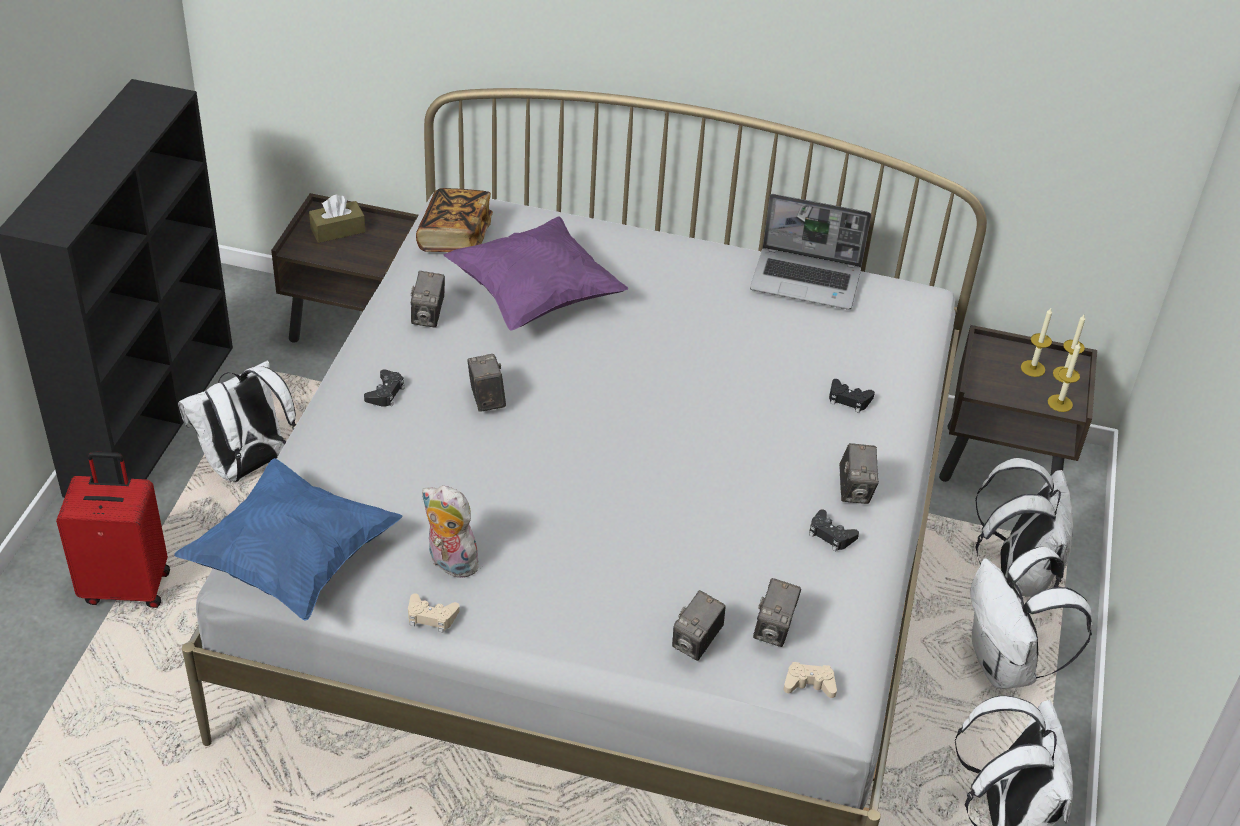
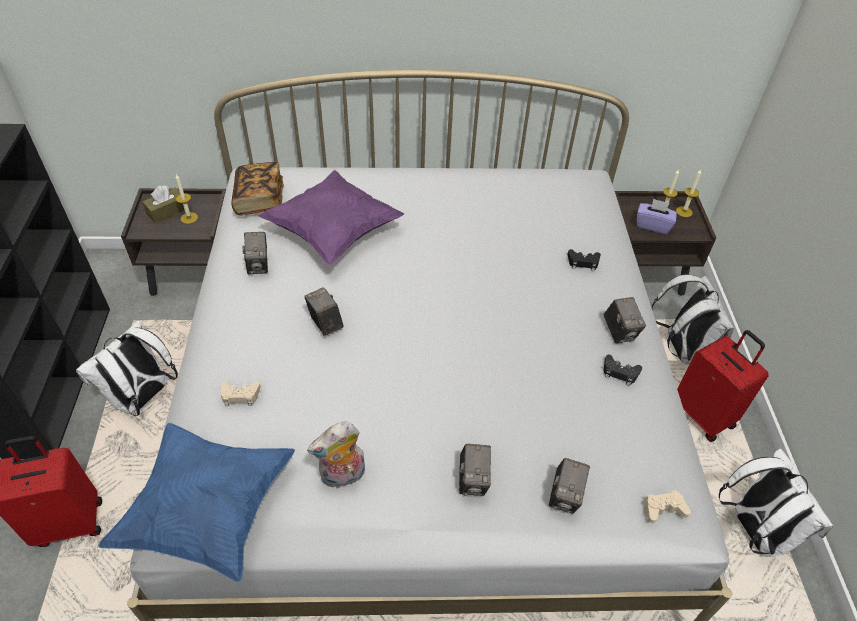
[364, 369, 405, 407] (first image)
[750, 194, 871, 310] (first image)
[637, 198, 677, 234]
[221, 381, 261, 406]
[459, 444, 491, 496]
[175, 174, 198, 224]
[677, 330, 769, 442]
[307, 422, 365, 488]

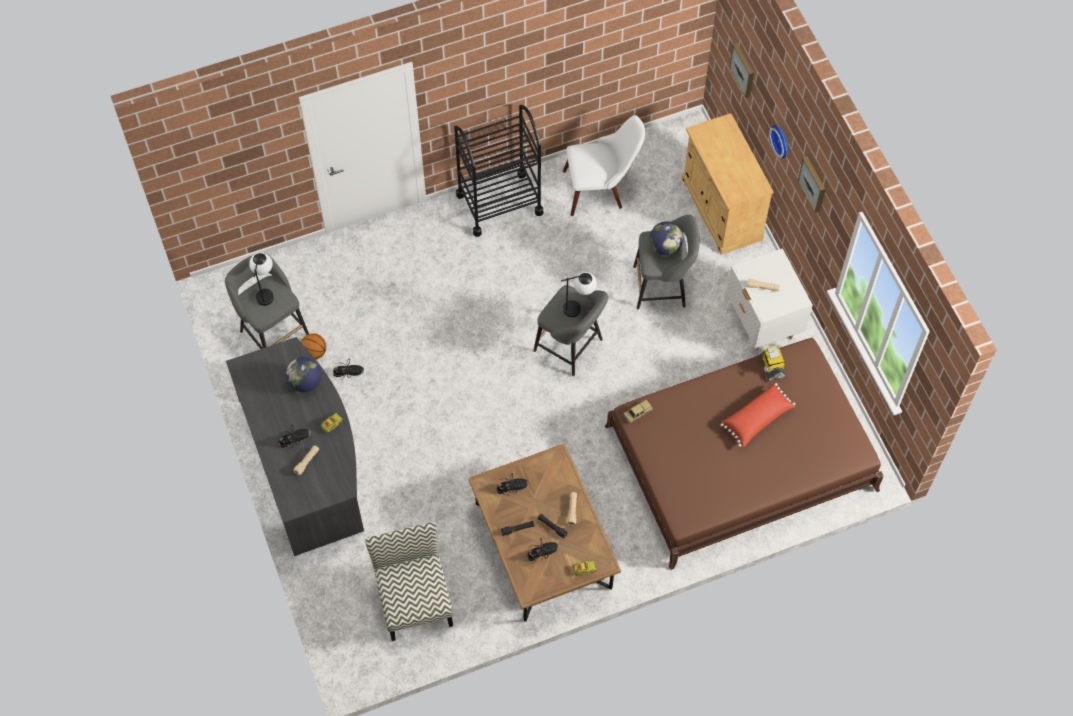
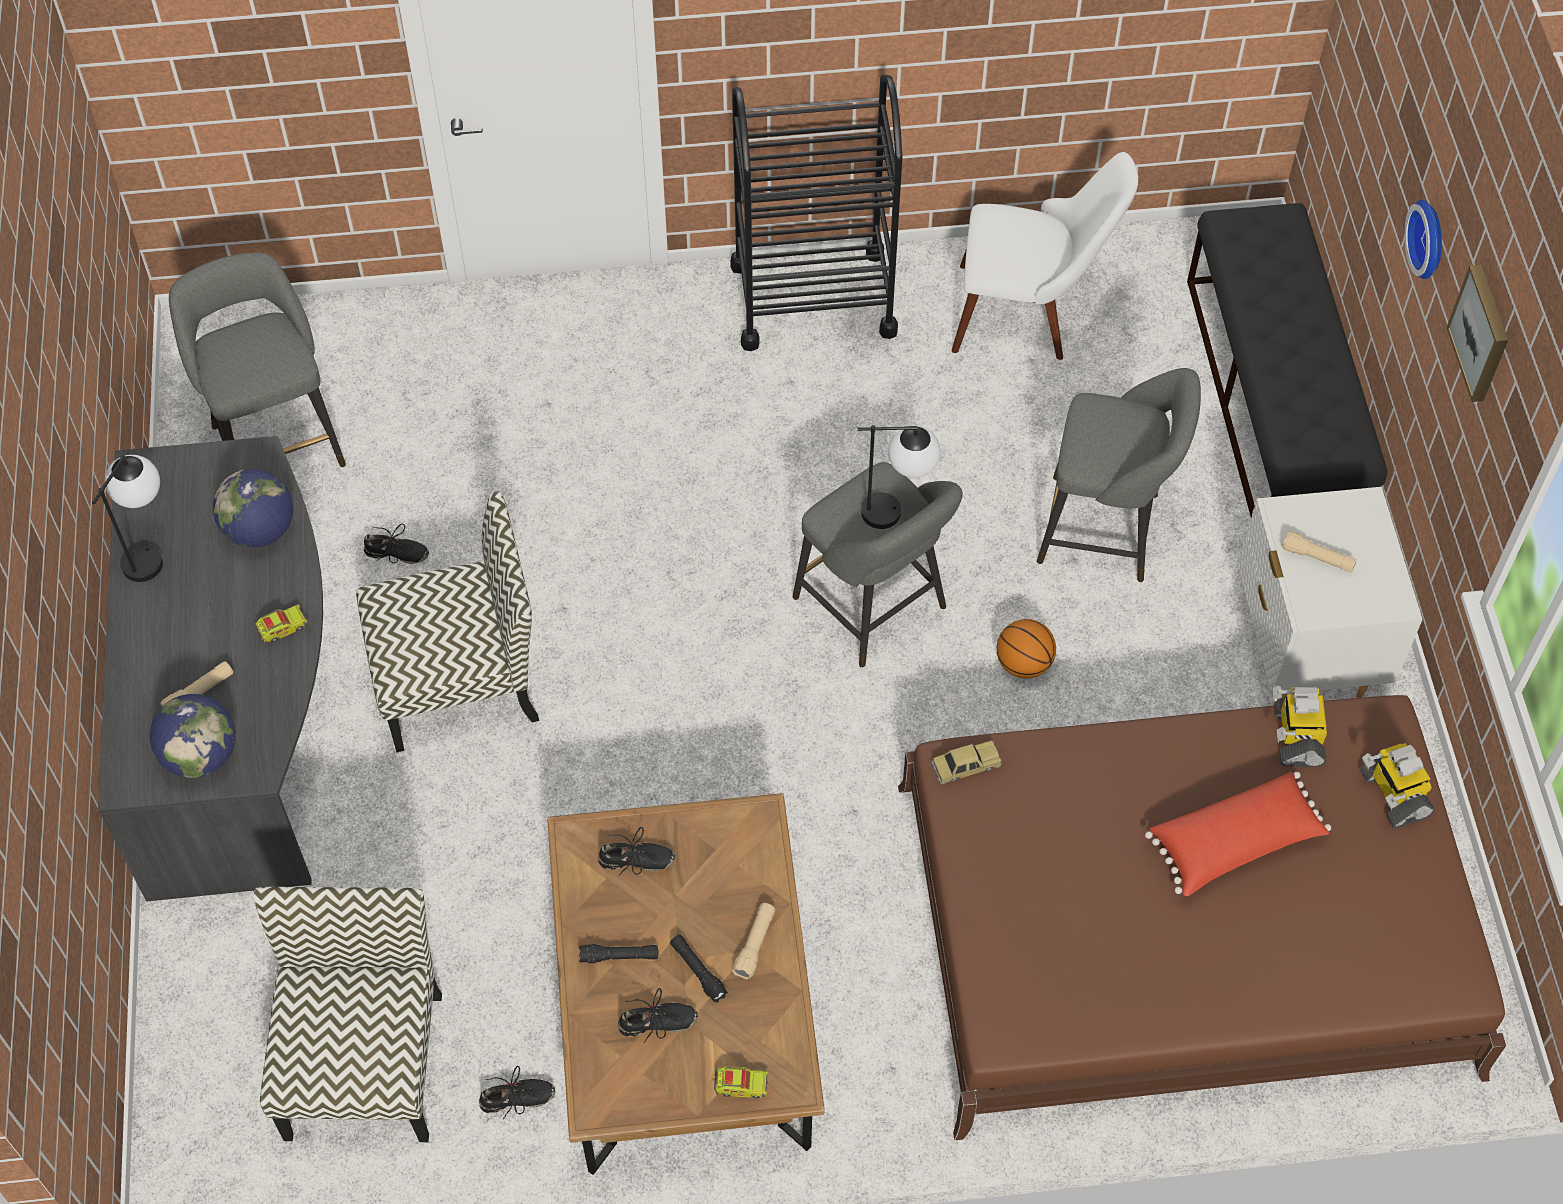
[729, 43, 754, 98] (first image)
[356, 491, 539, 752]
[1360, 743, 1435, 829]
[92, 455, 163, 582]
[479, 1066, 555, 1120]
[997, 619, 1056, 679]
[150, 694, 236, 778]
[1187, 203, 1388, 517]

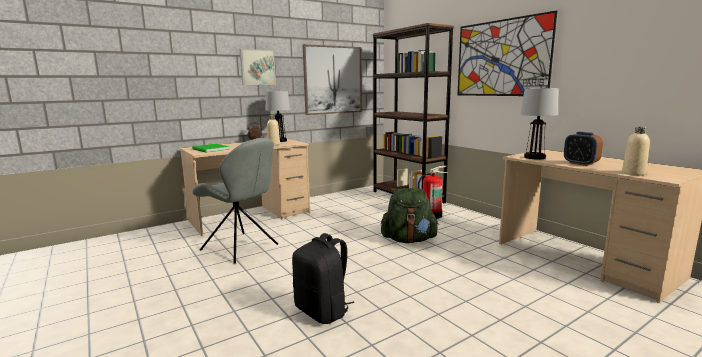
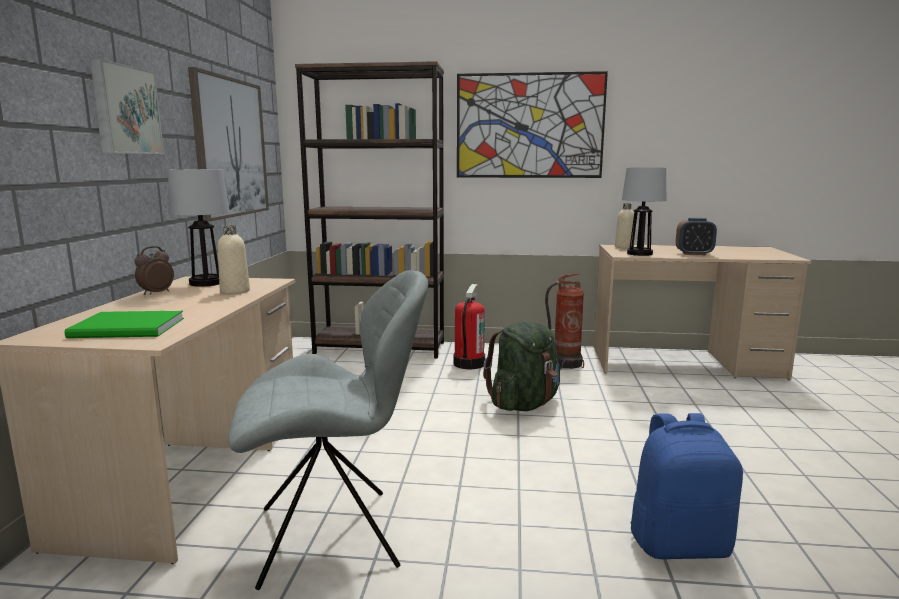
[545, 273, 584, 369]
[615, 203, 635, 248]
[631, 413, 743, 559]

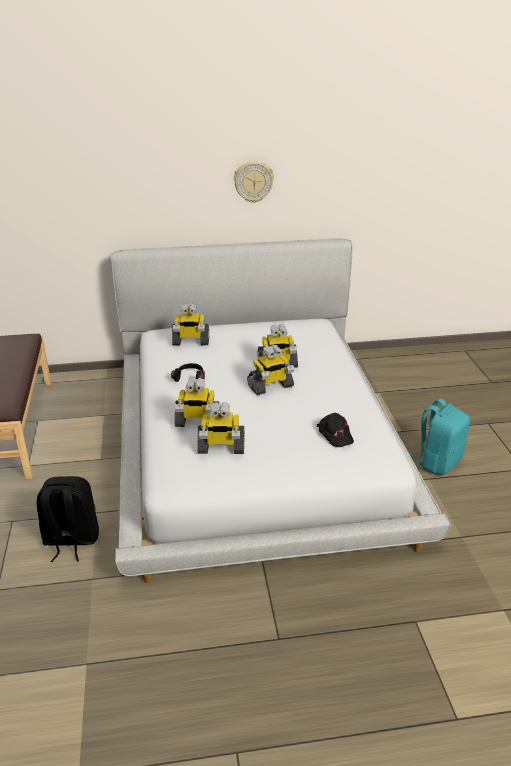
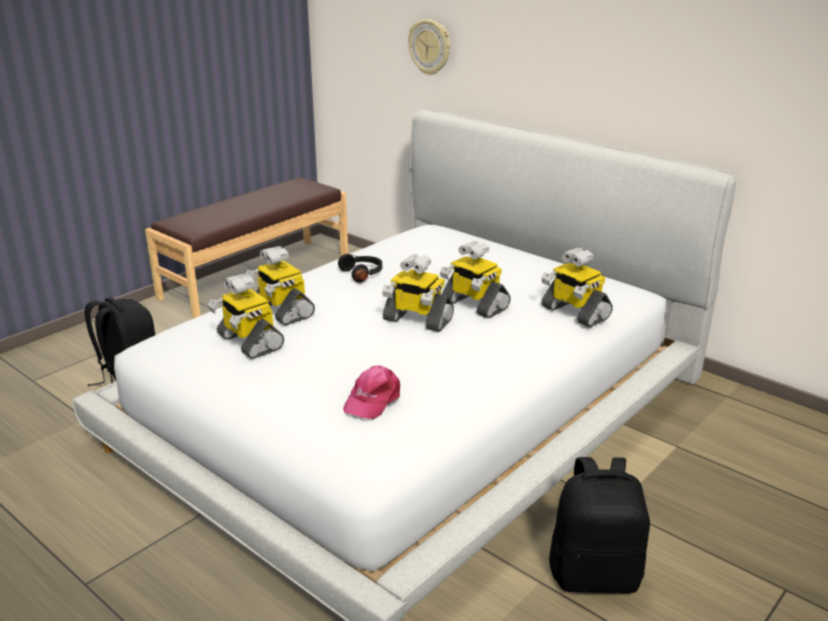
[541, 248, 613, 327]
[408, 19, 450, 75]
[343, 365, 400, 419]
[549, 457, 650, 593]

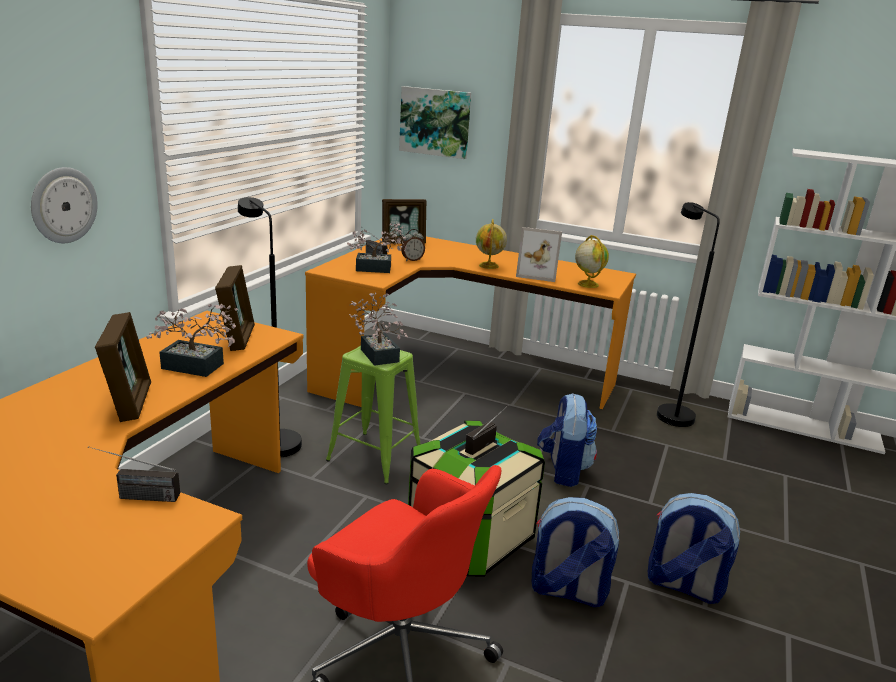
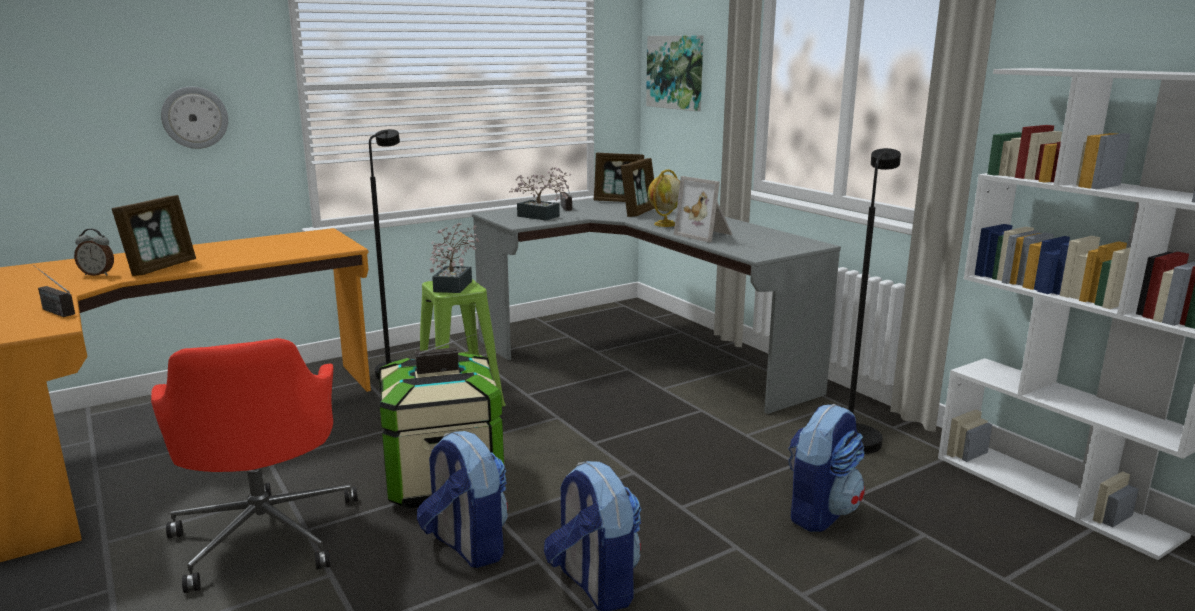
[146, 303, 238, 377] (first image)
[575, 235, 609, 288] (first image)
[621, 158, 655, 217]
[74, 229, 114, 276]
[788, 404, 865, 532]
[472, 199, 841, 414]

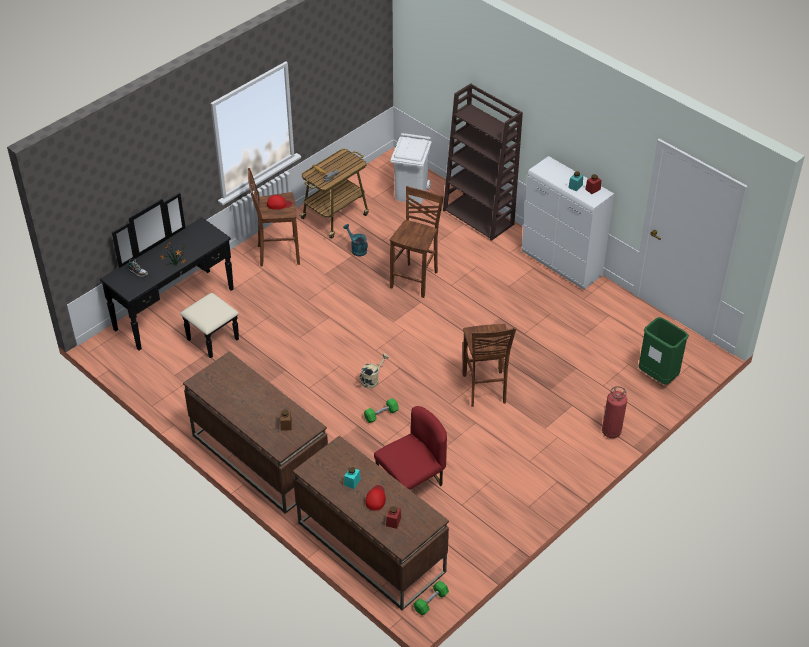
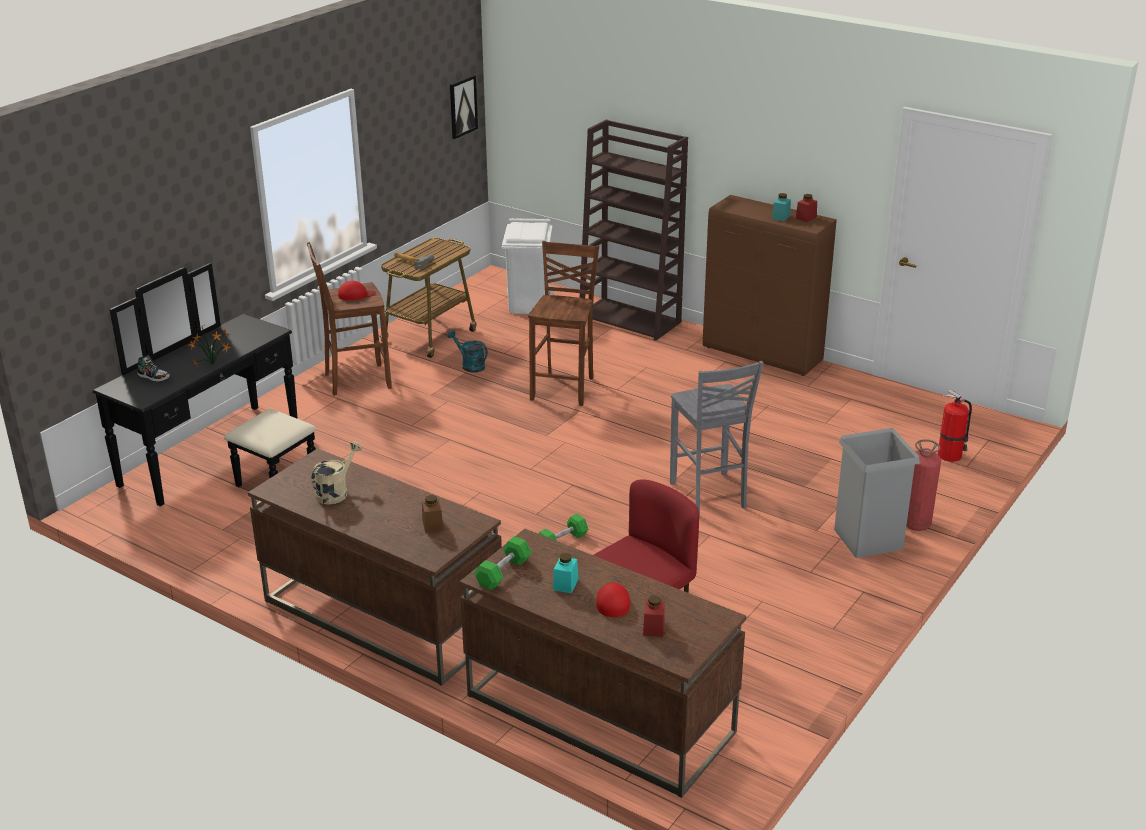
[450, 75, 478, 139]
[834, 428, 920, 558]
[311, 441, 362, 505]
[474, 536, 532, 590]
[938, 389, 972, 462]
[670, 361, 763, 517]
[703, 195, 837, 376]

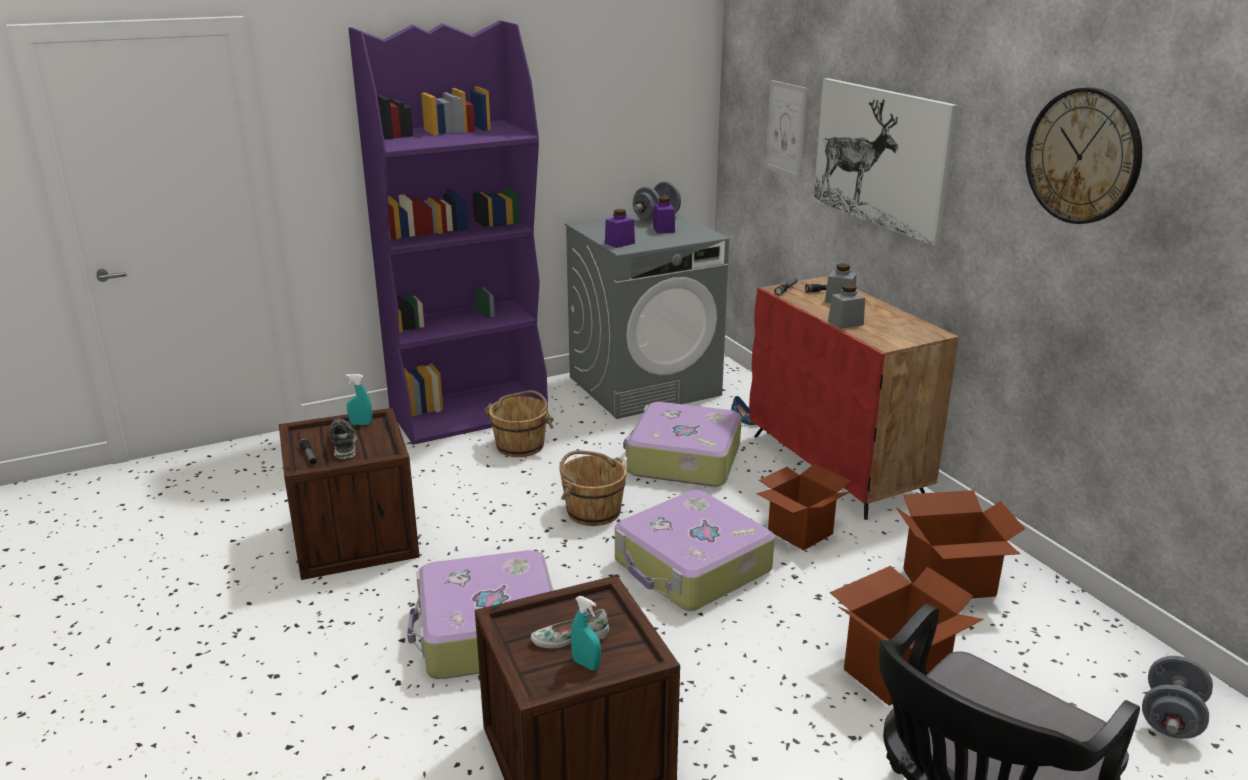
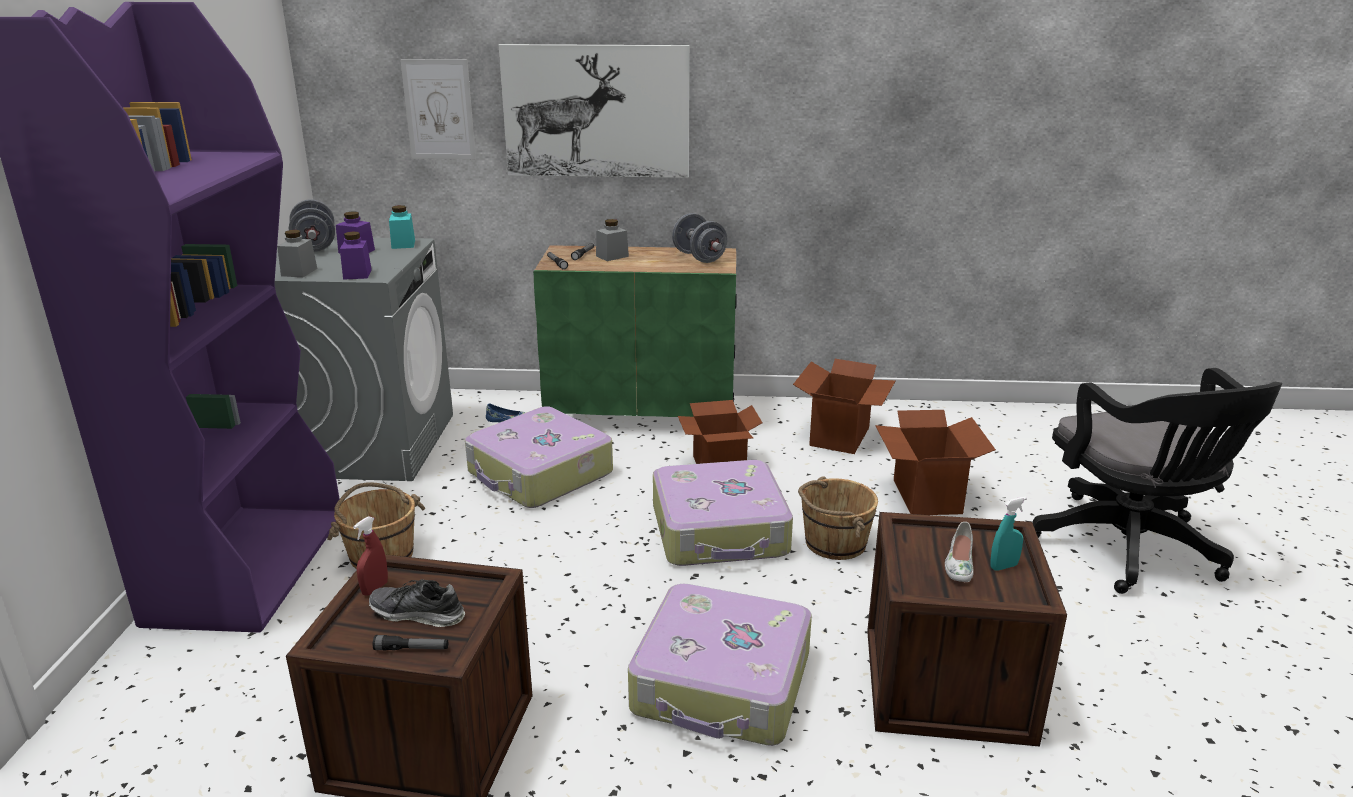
[1025, 87, 1142, 224] (first image)
[389, 205, 415, 249]
[798, 476, 878, 560]
[277, 230, 317, 277]
[672, 213, 728, 263]
[353, 516, 388, 596]
[533, 245, 737, 417]

